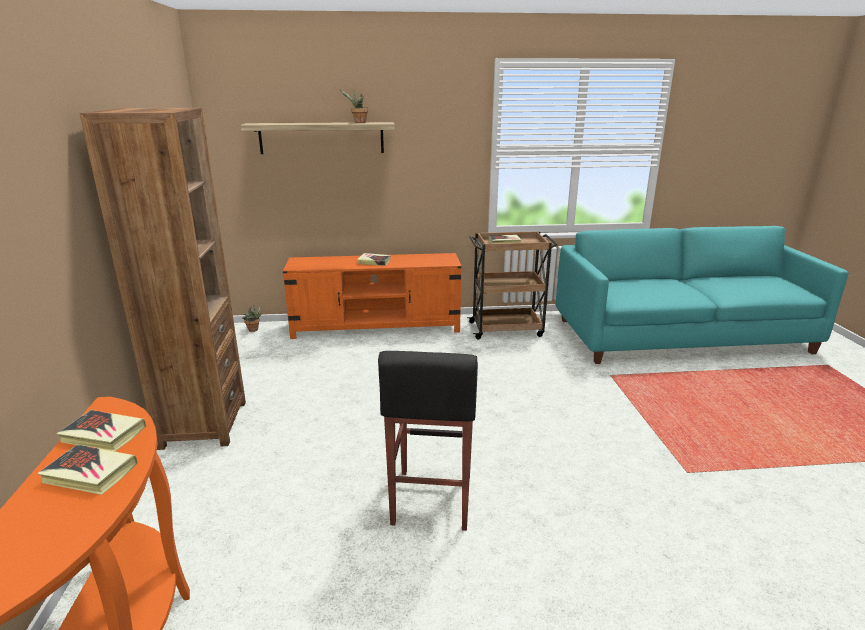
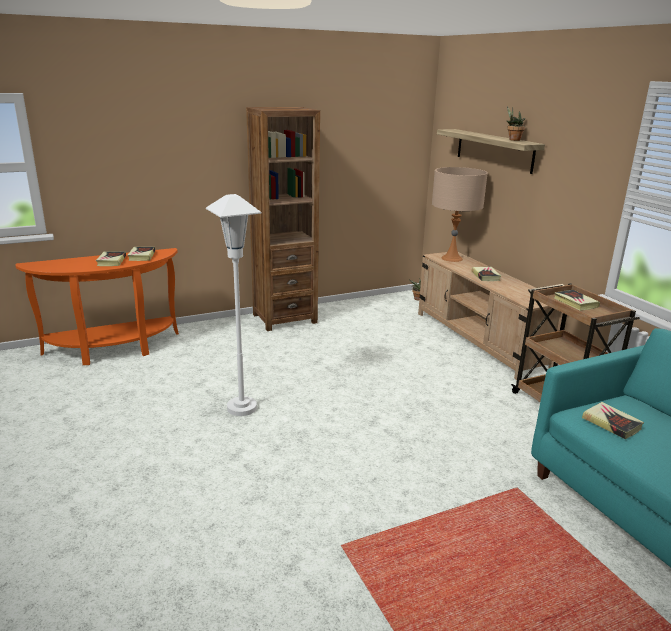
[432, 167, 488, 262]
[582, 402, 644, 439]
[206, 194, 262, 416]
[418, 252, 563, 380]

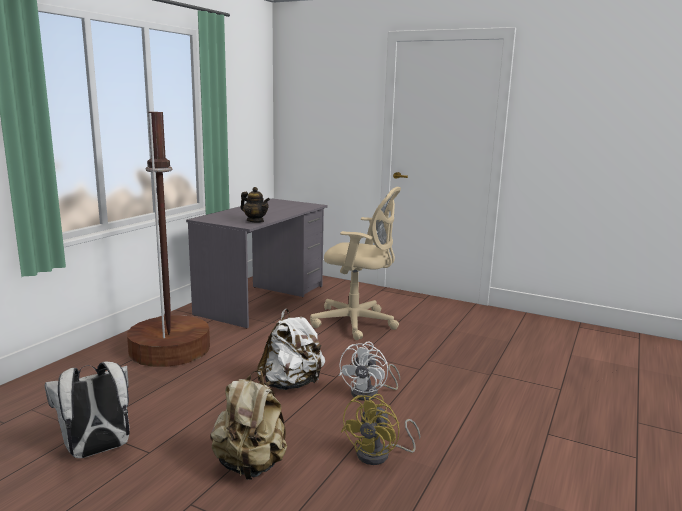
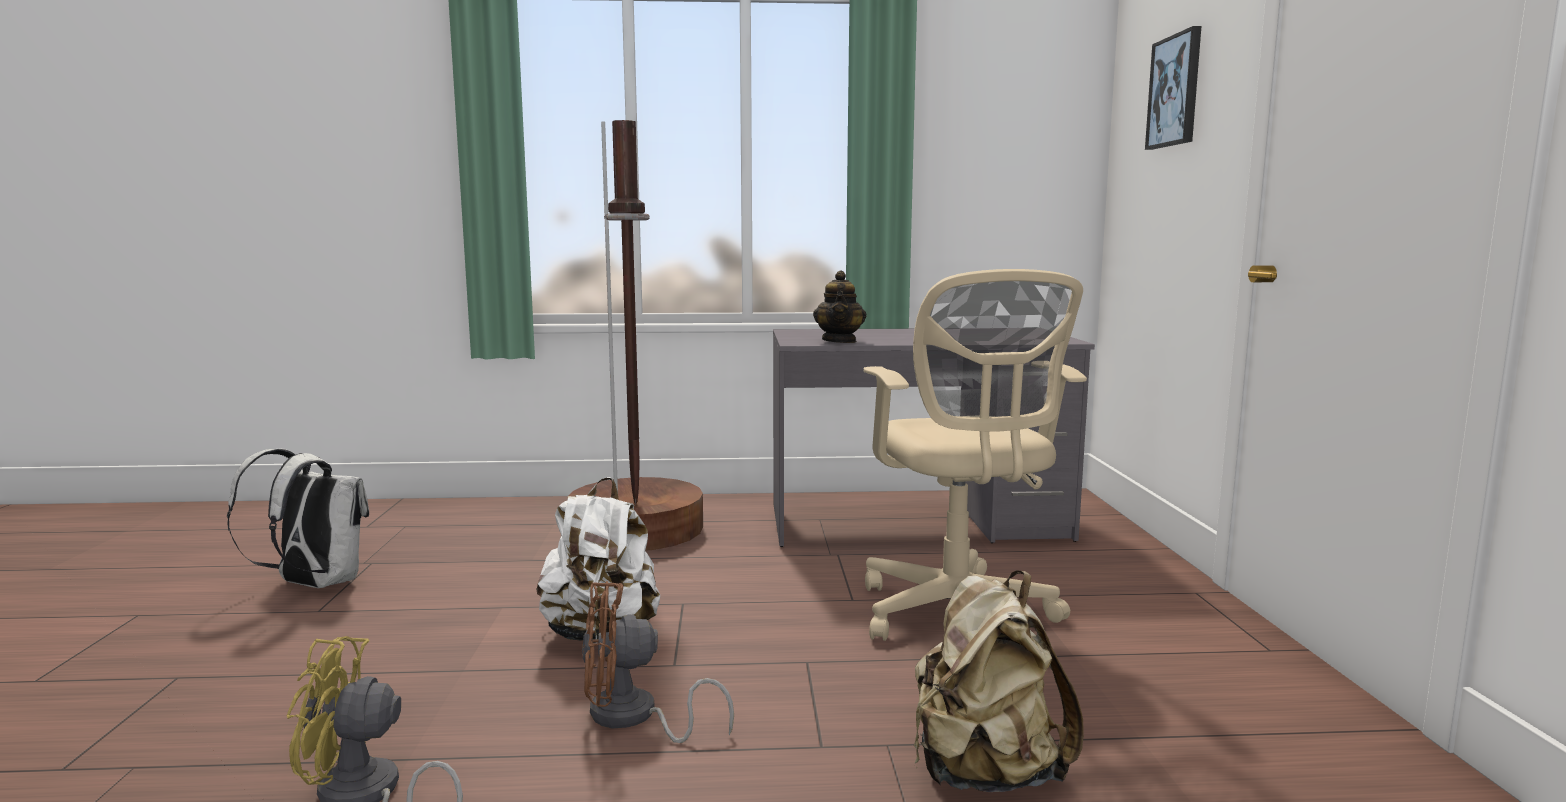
[1145, 26, 1201, 150]
[914, 570, 1084, 792]
[582, 581, 734, 743]

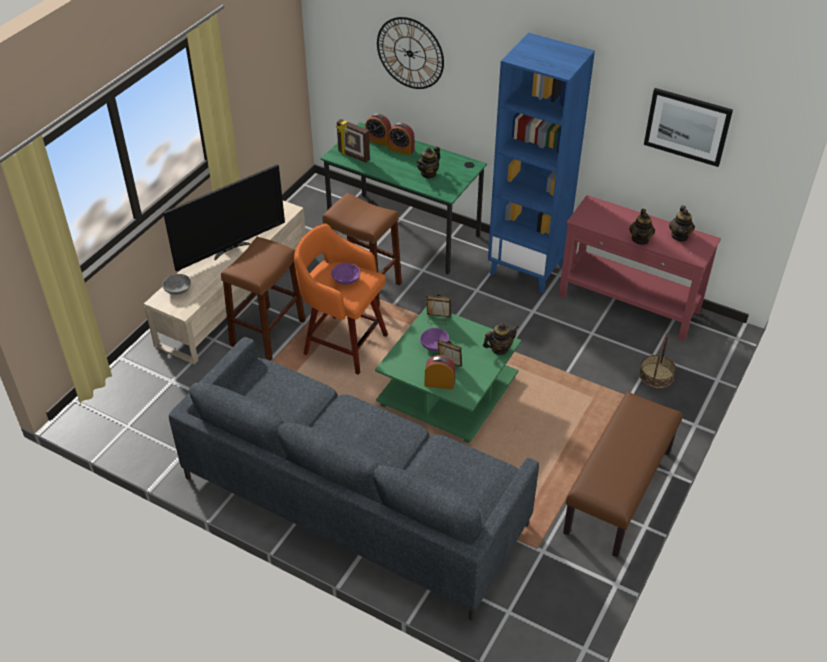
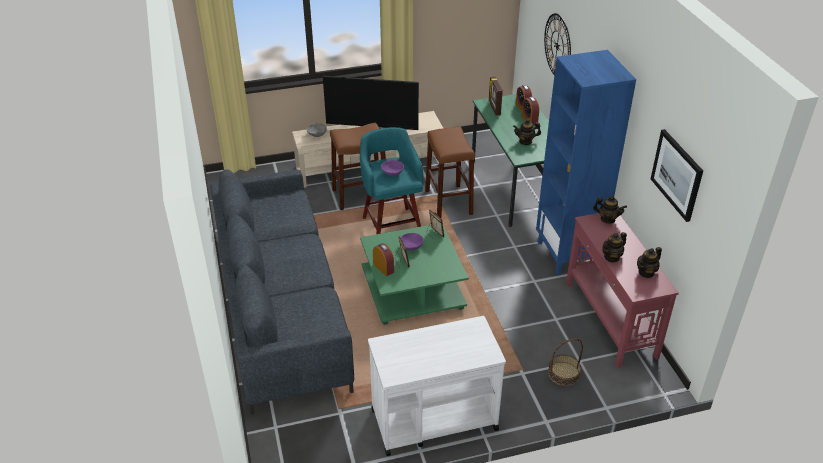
[593, 196, 627, 224]
[368, 316, 506, 456]
[360, 127, 423, 234]

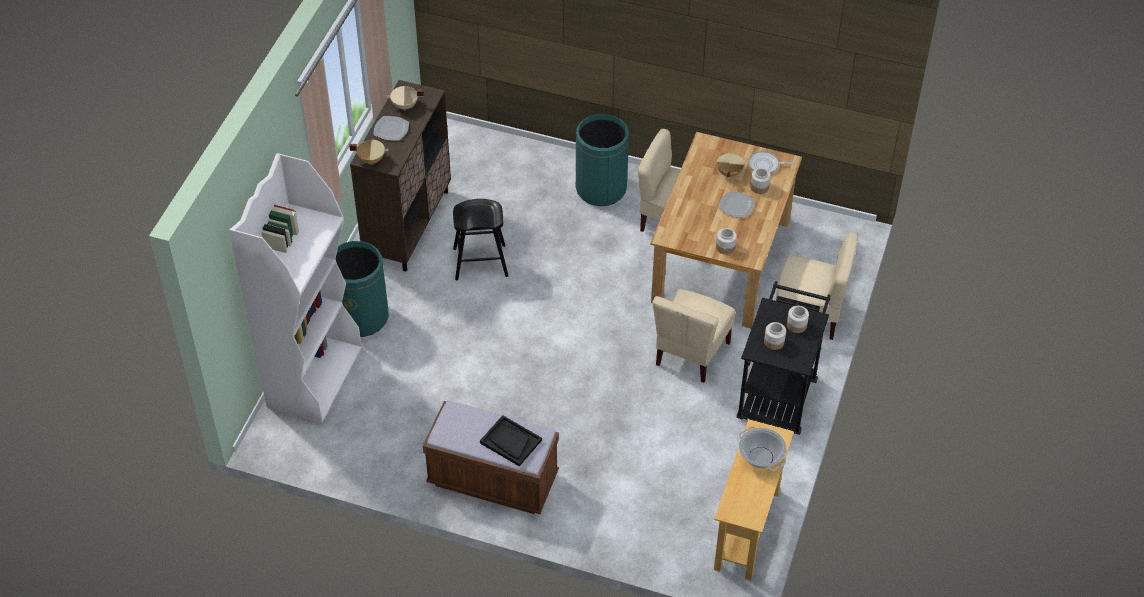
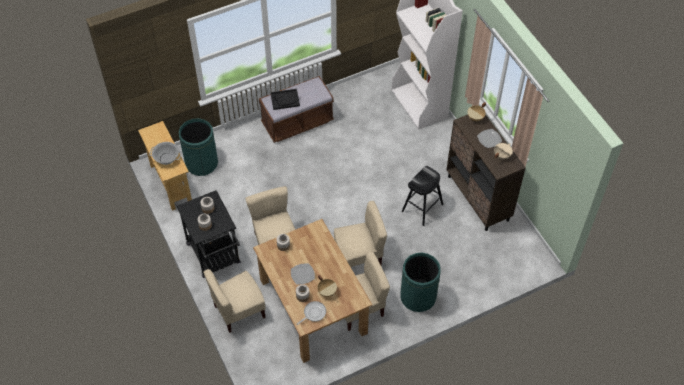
[334, 201, 387, 267]
[178, 119, 218, 176]

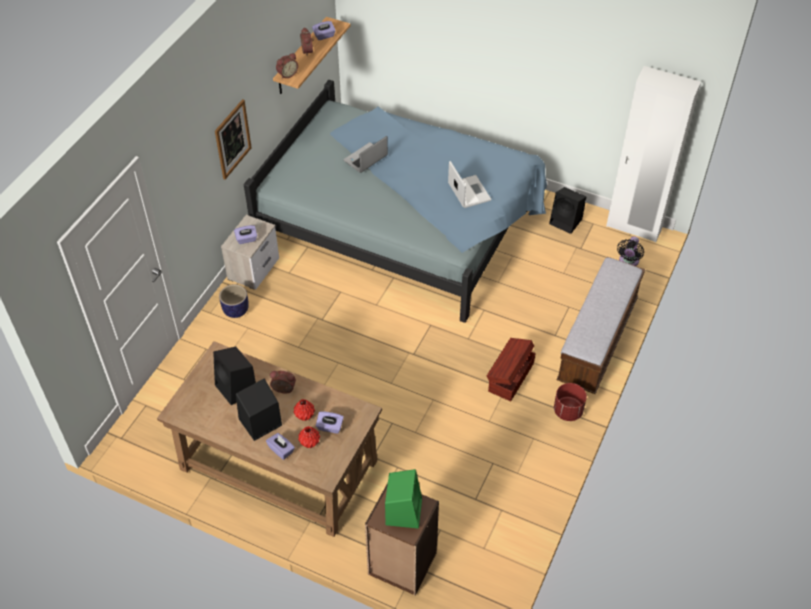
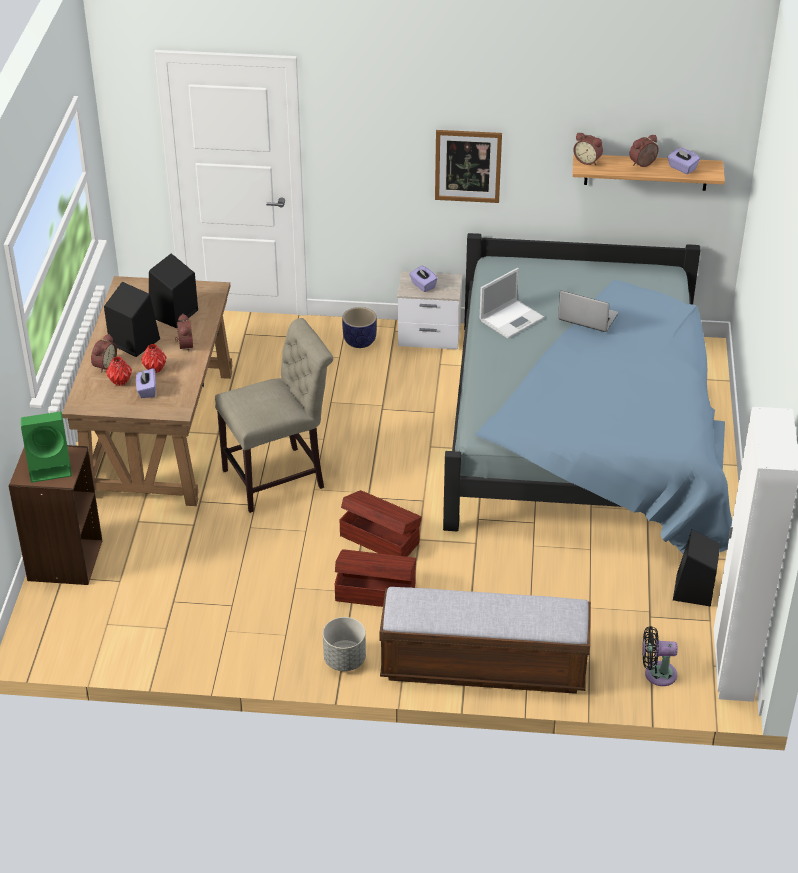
[215, 318, 333, 513]
[339, 490, 422, 557]
[480, 268, 544, 339]
[91, 334, 117, 373]
[323, 617, 366, 671]

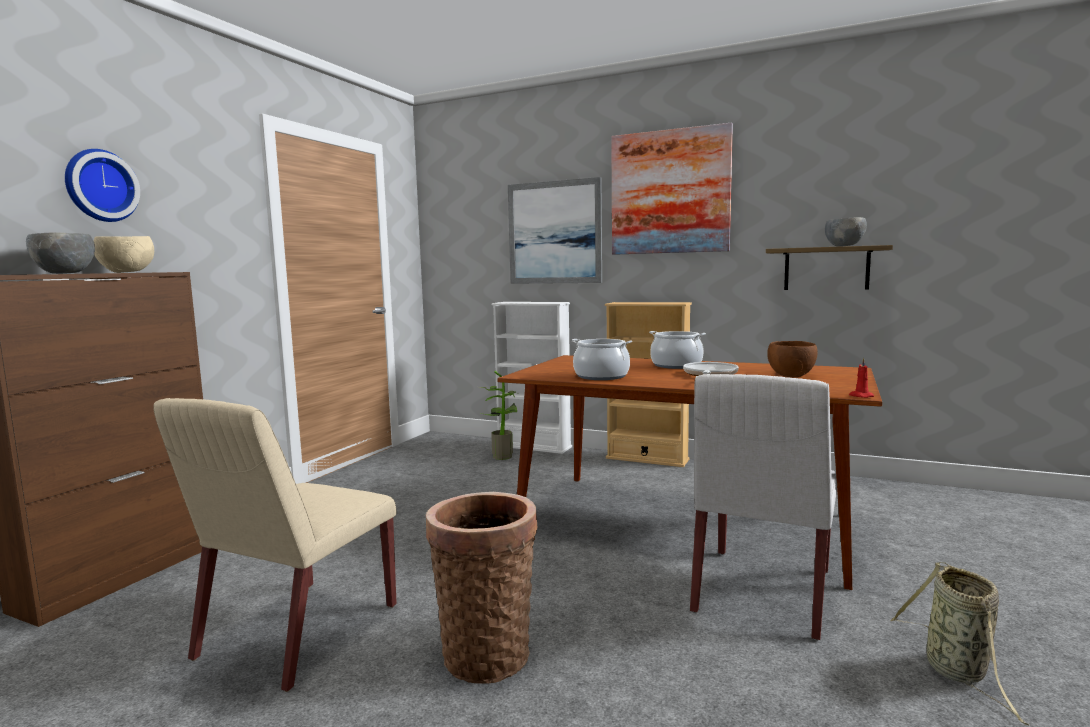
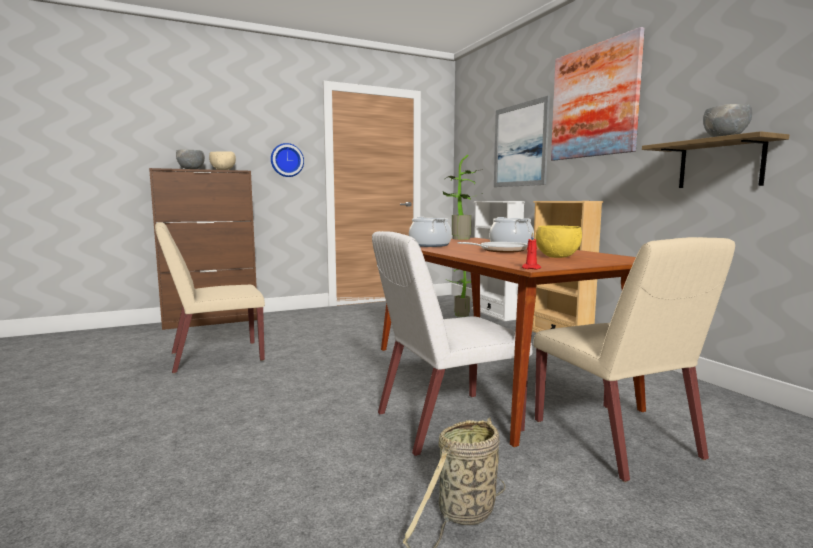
[426, 492, 537, 684] (first image)
[443, 154, 483, 240]
[533, 237, 735, 482]
[271, 143, 304, 177]
[535, 225, 582, 258]

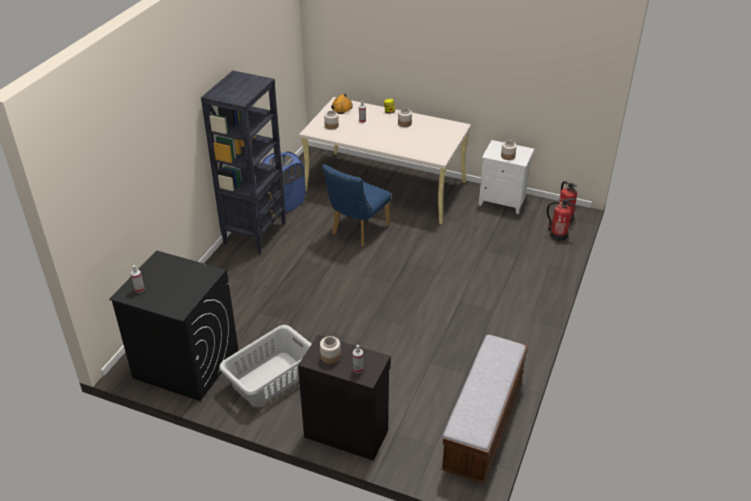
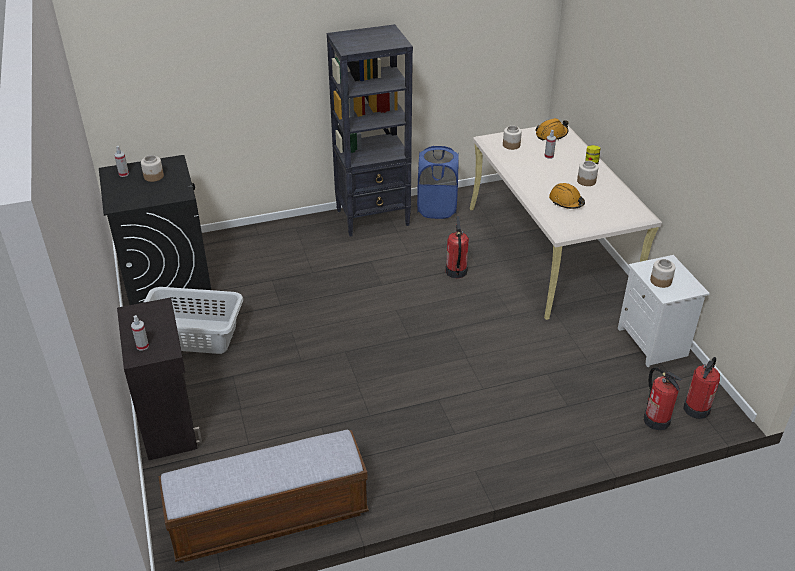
[549, 183, 585, 209]
[141, 155, 164, 182]
[446, 216, 469, 278]

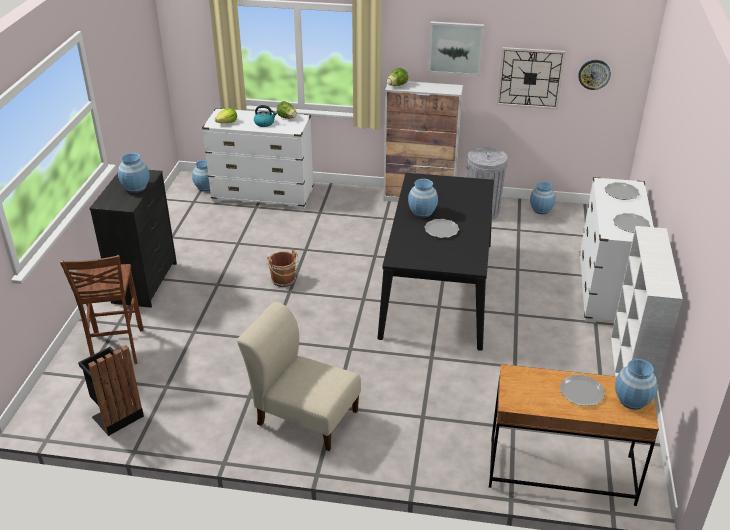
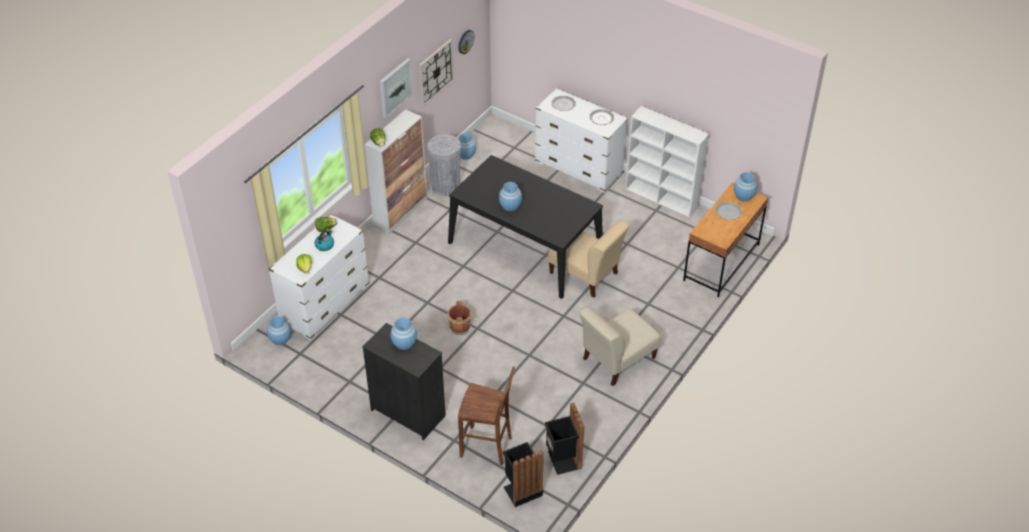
[424, 219, 459, 238] (first image)
[503, 442, 544, 507]
[548, 221, 629, 298]

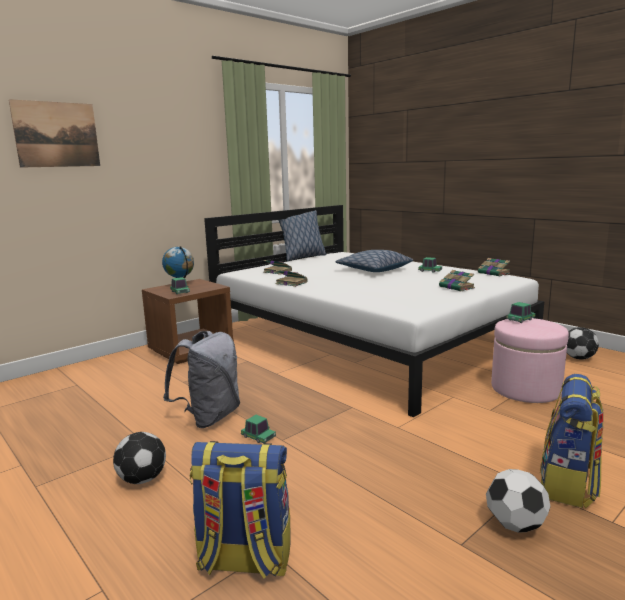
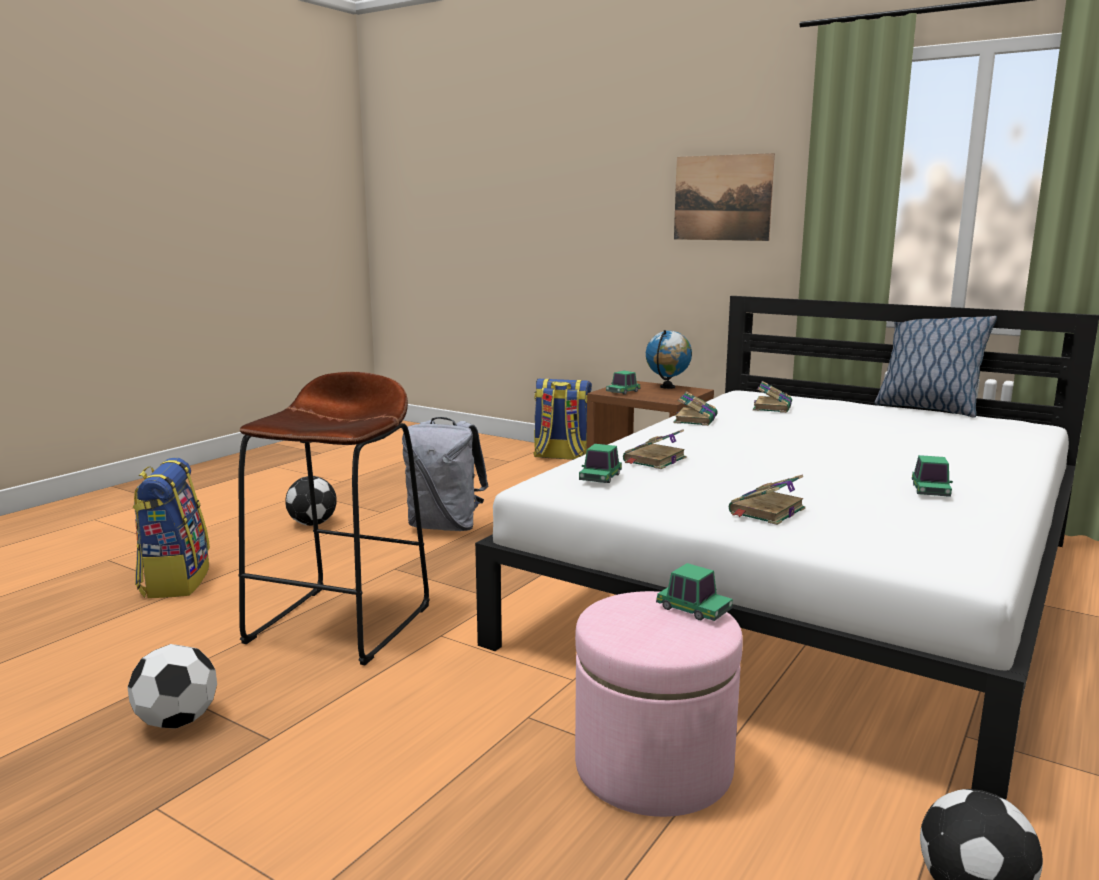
[336, 250, 413, 272] (first image)
[238, 372, 429, 665]
[674, 153, 775, 241]
[579, 444, 622, 483]
[623, 429, 686, 469]
[533, 379, 592, 460]

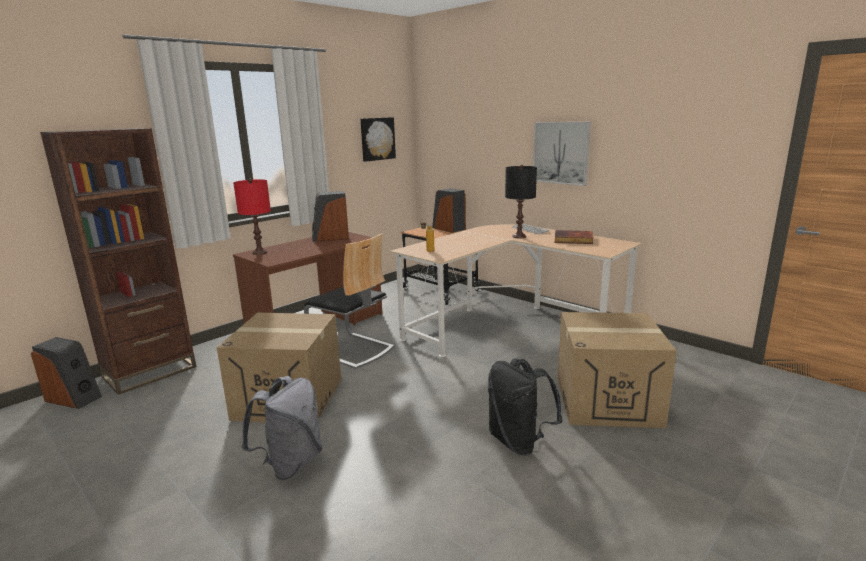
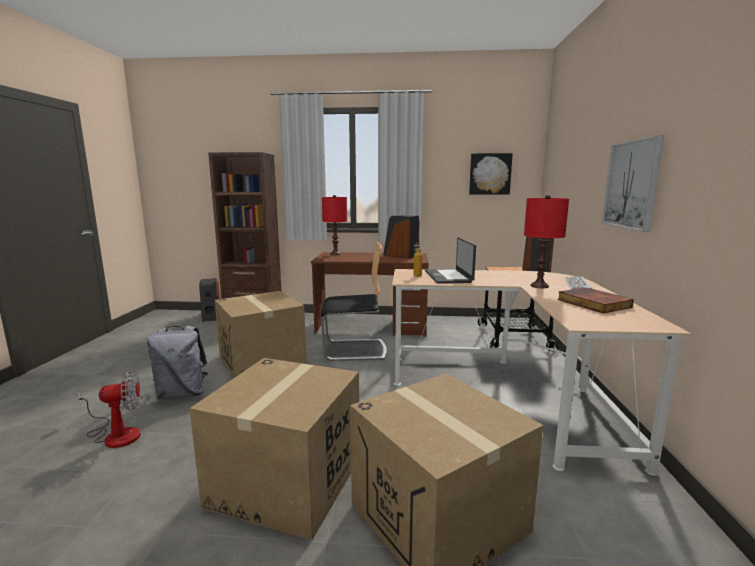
[77, 371, 141, 448]
[425, 237, 476, 284]
[190, 358, 359, 541]
[524, 195, 569, 288]
[321, 242, 387, 361]

